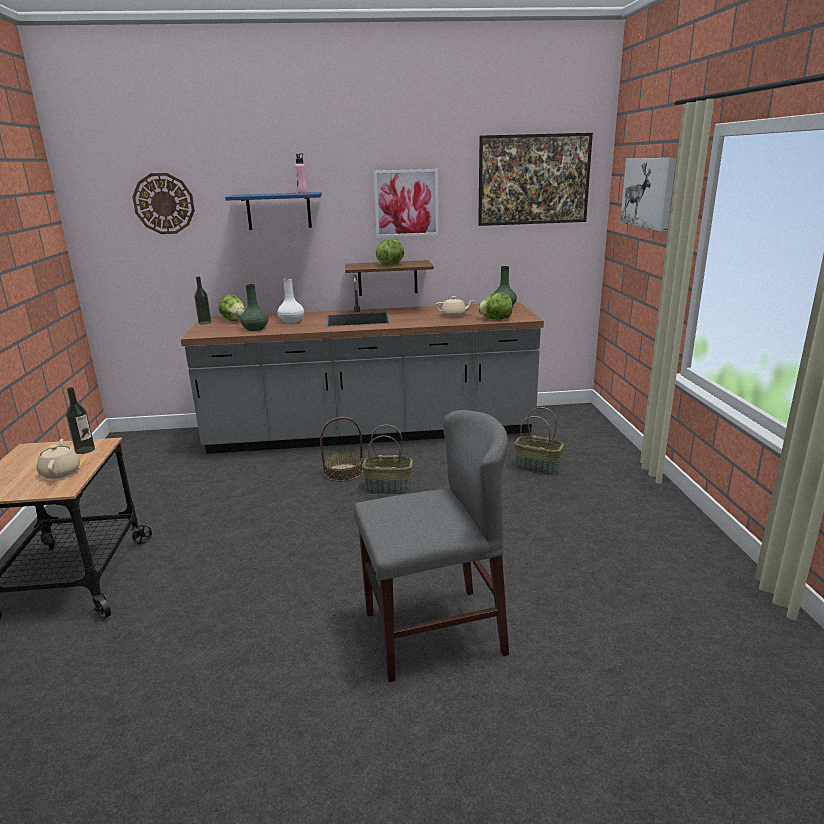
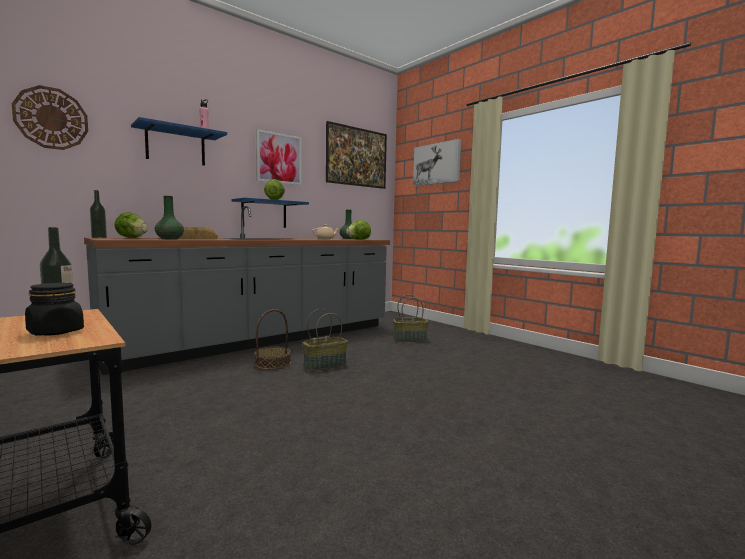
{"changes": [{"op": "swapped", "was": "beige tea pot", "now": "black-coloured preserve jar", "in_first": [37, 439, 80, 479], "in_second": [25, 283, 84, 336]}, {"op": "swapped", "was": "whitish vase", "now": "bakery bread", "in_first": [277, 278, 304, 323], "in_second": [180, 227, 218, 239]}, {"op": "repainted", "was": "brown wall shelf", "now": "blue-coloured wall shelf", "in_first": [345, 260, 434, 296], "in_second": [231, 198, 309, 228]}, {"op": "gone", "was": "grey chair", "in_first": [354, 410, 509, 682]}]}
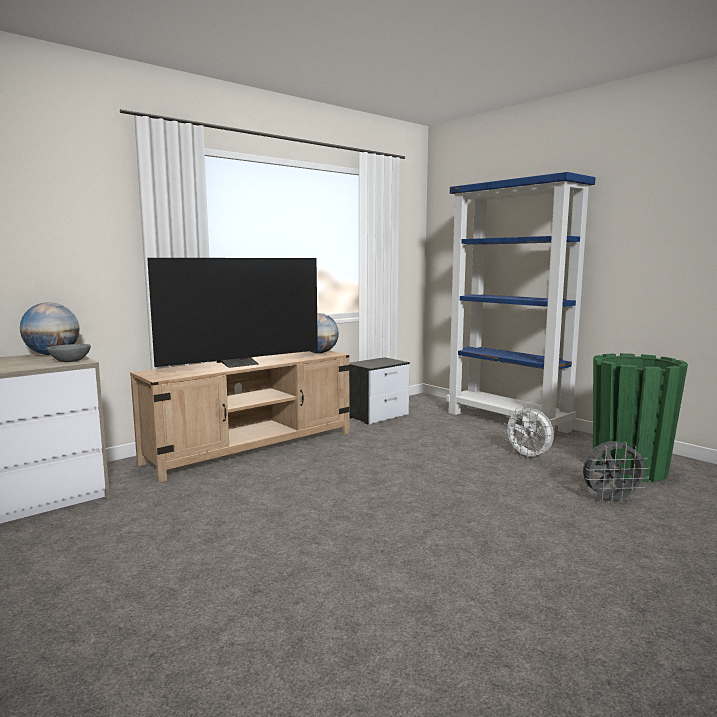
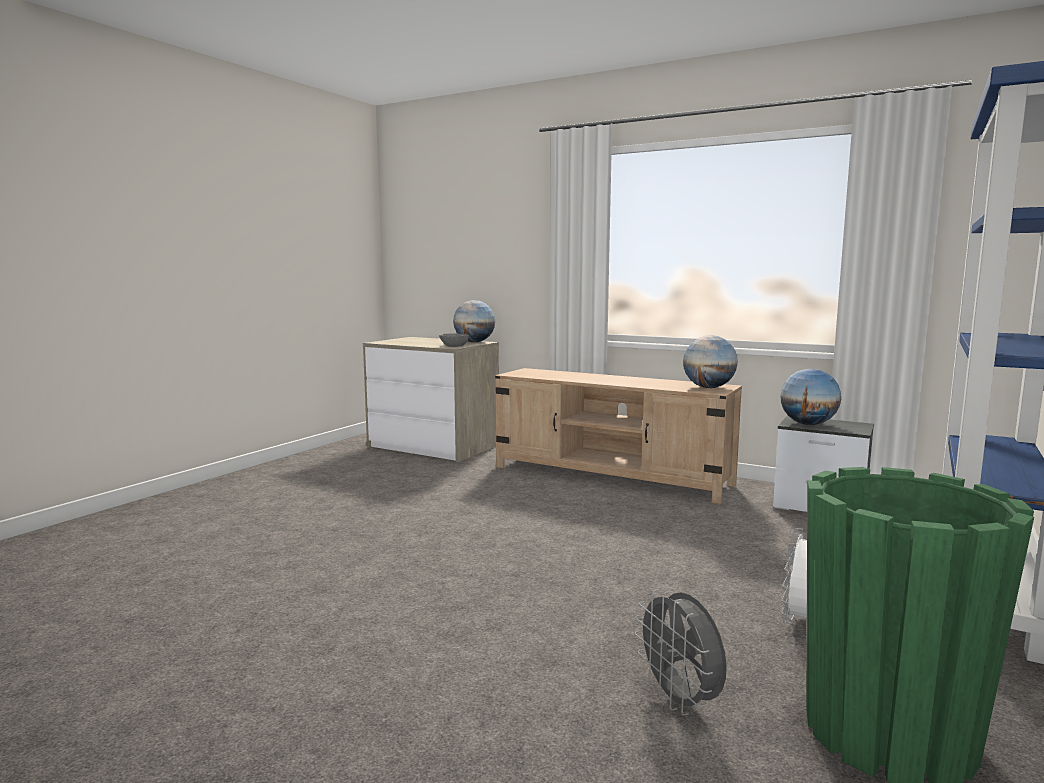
{"changes": [{"op": "new", "now": "desk globe", "in_second": [780, 369, 841, 425]}, {"op": "gone", "was": "TV set", "in_first": [147, 258, 318, 368]}]}
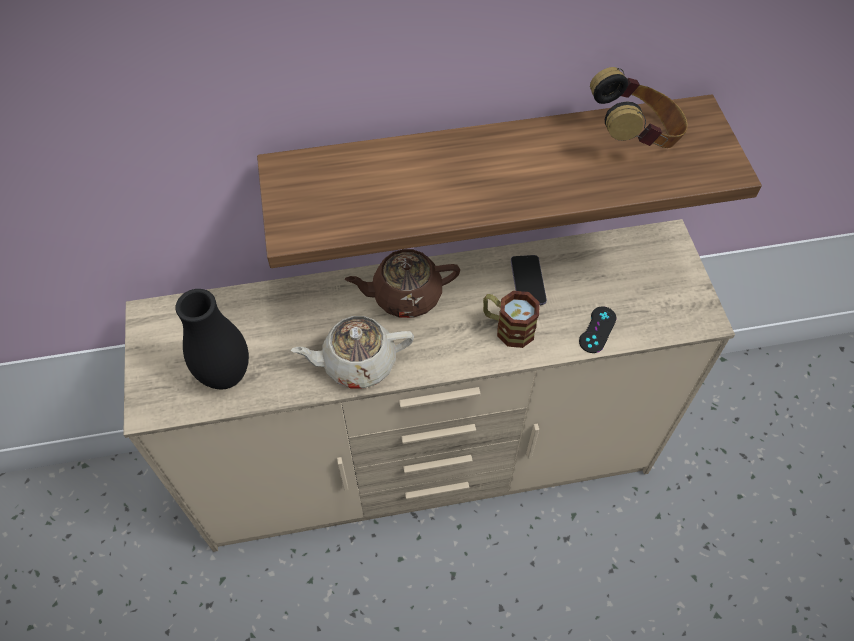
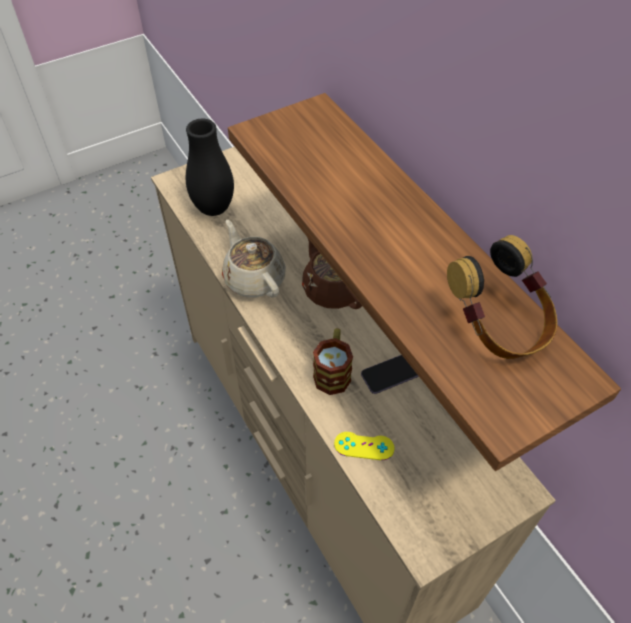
{"changes": [{"op": "repainted", "was": "black-coloured game controller", "now": "yellow-coloured game controller", "in_first": [579, 306, 617, 353], "in_second": [334, 432, 394, 460]}]}
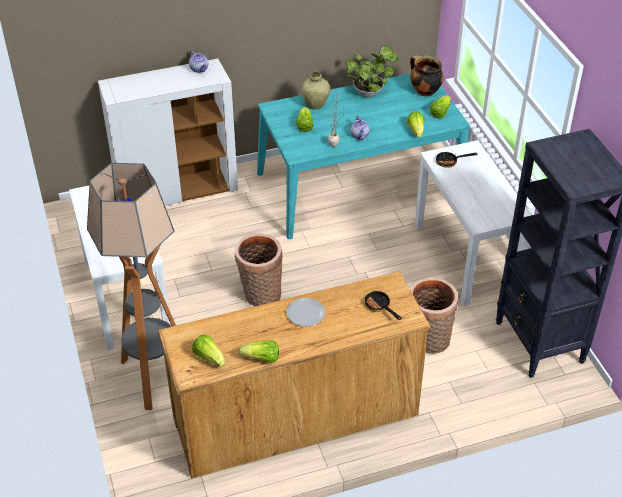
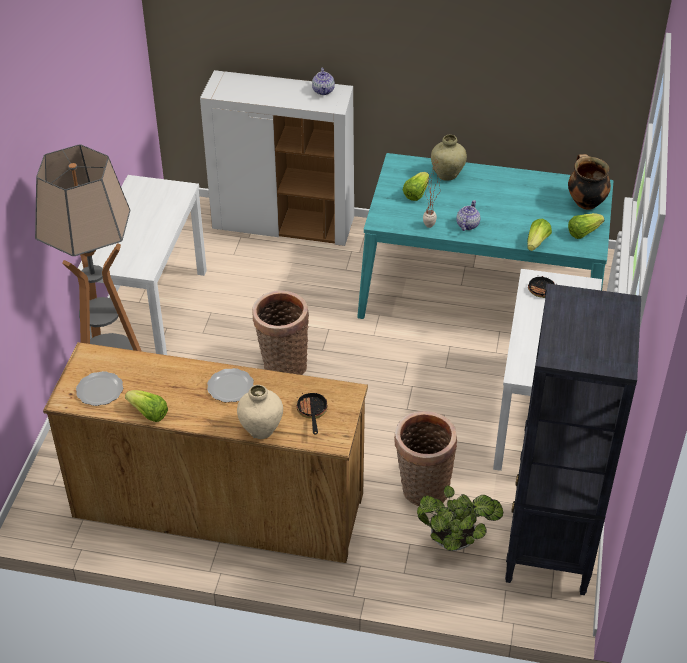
{"changes": [{"op": "swapped", "was": "head of lettuce", "now": "flat dish", "in_first": [192, 335, 225, 367], "in_second": [76, 371, 123, 406]}, {"op": "new", "now": "beige vase", "in_second": [237, 385, 283, 439]}, {"op": "shifted", "was": "potted plant", "in_first": [346, 46, 399, 97], "in_second": [417, 486, 503, 551]}]}
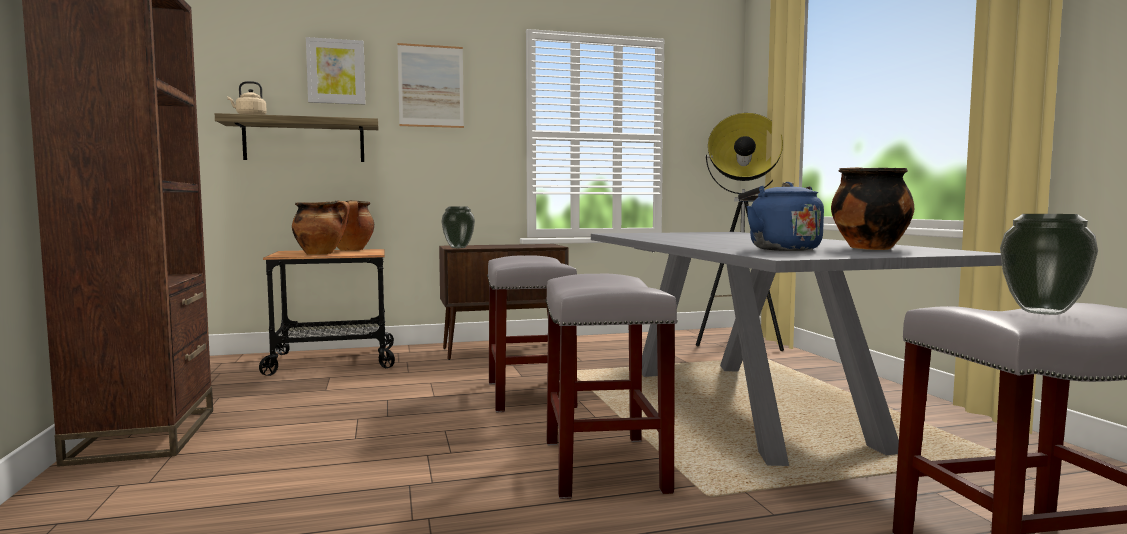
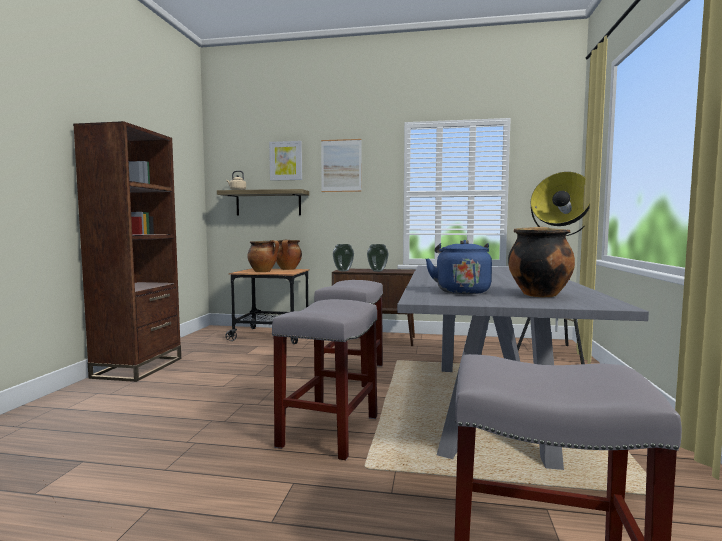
{"changes": [{"op": "shifted", "was": "vase", "in_first": [1000, 214, 1098, 315], "in_second": [367, 244, 388, 272]}]}
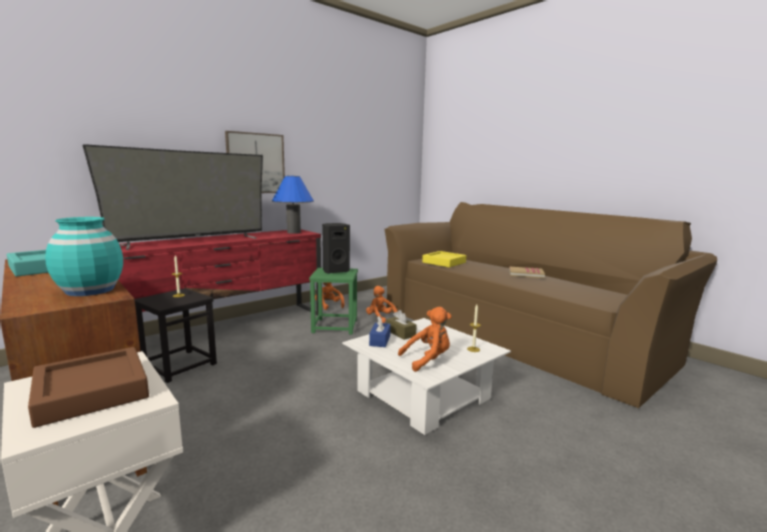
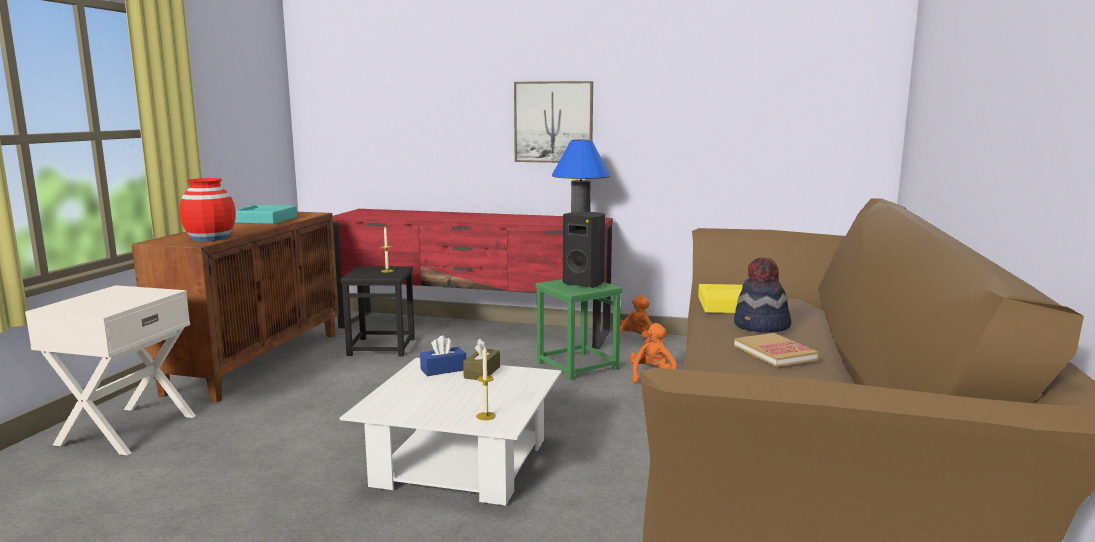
{"changes": [{"op": "repainted", "was": "turquoise vase", "now": "reddish vase", "in_first": [45, 217, 123, 296], "in_second": [179, 178, 236, 241]}, {"op": "new", "now": "clothing hat", "in_second": [734, 258, 791, 332]}, {"op": "gone", "was": "brown serving tray", "in_first": [28, 347, 149, 428]}, {"op": "gone", "was": "TV set", "in_first": [82, 144, 263, 250]}, {"op": "gone", "was": "orangey cuddly toy", "in_first": [398, 307, 452, 372]}]}
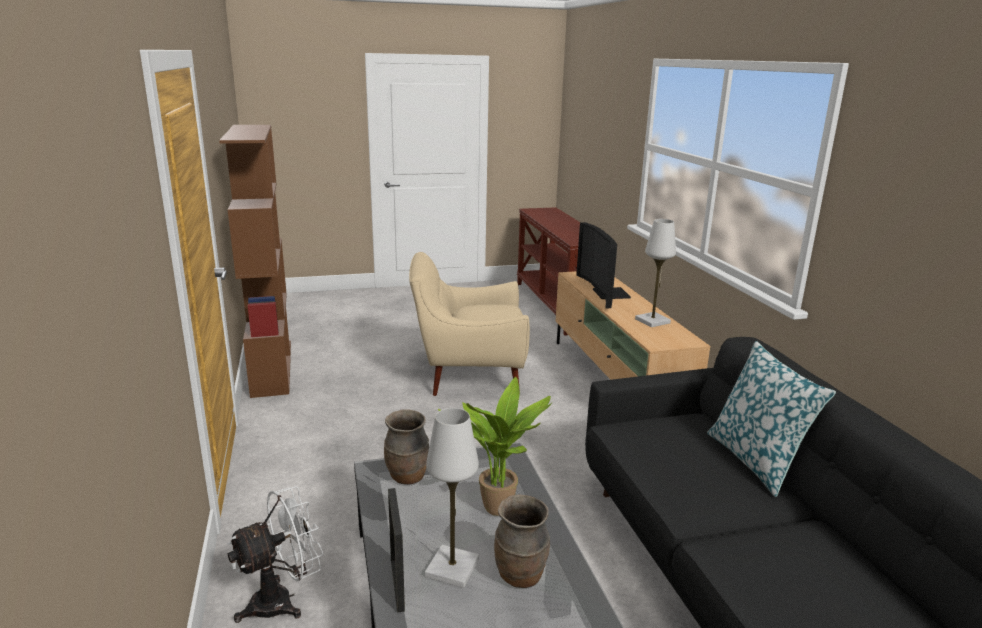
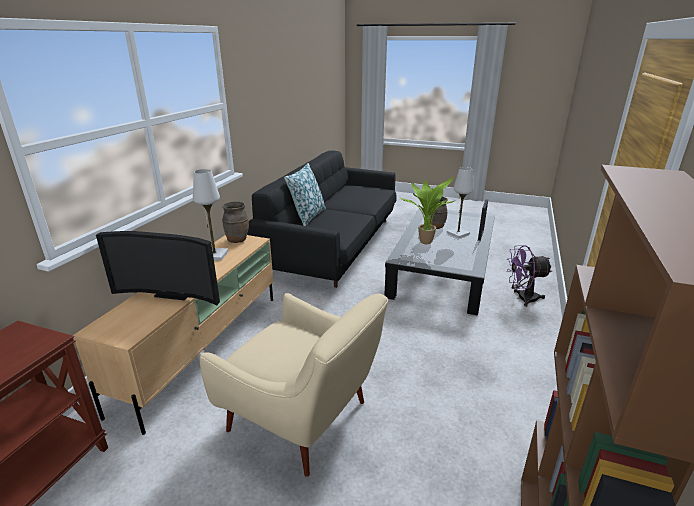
{"changes": [{"op": "rotated", "was": "TV set", "in_first": [576, 222, 631, 309], "in_second": [96, 231, 220, 305], "clockwise": 75}, {"op": "shifted", "was": "brown vase", "in_first": [384, 410, 429, 485], "in_second": [222, 201, 249, 243]}, {"op": "repainted", "was": "whitish fan", "now": "purple-coloured fan", "in_first": [228, 486, 323, 623], "in_second": [506, 245, 552, 307]}]}
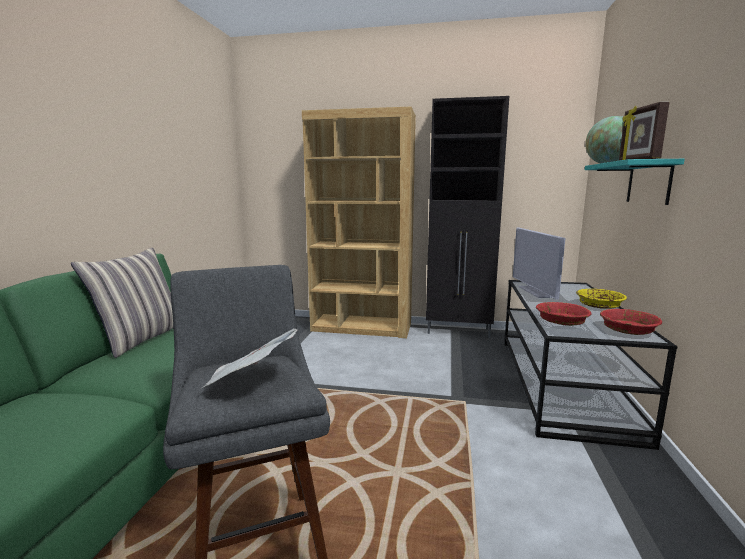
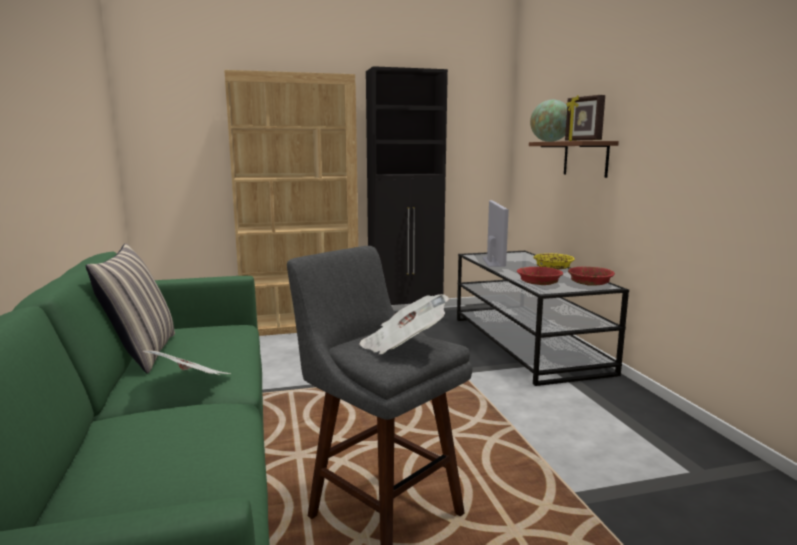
{"changes": [{"op": "new", "now": "daily paper", "in_second": [143, 350, 231, 375]}, {"op": "rotated", "was": "TV set", "in_first": [513, 228, 565, 299], "in_second": [482, 200, 509, 267], "clockwise": -150}, {"op": "repainted", "was": "turquoise wall shelf", "now": "brown wall shelf", "in_first": [585, 159, 685, 205], "in_second": [529, 141, 619, 178]}]}
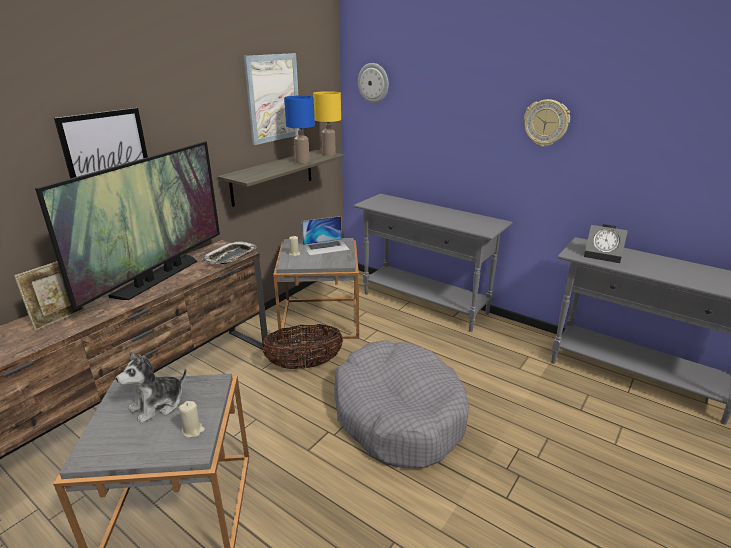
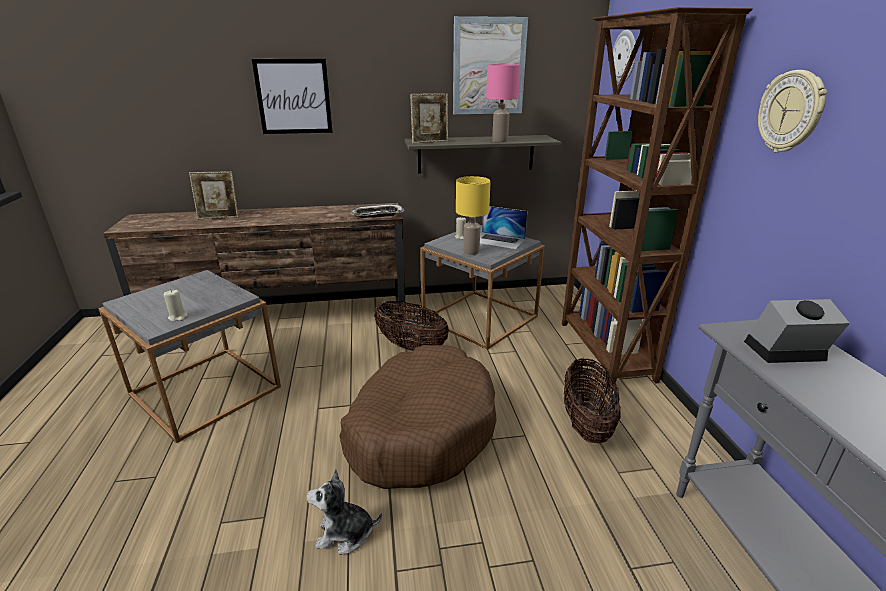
{"changes": [{"op": "shifted", "was": "cuddly toy", "in_first": [116, 352, 187, 424], "in_second": [307, 469, 382, 554]}, {"op": "repainted", "was": "grey pet bed", "now": "brown pet bed", "in_first": [334, 340, 469, 468], "in_second": [339, 345, 497, 489]}, {"op": "new", "now": "photo frame", "in_second": [410, 94, 448, 143]}, {"op": "shifted", "was": "yellow-coloured table lamp", "in_first": [313, 91, 341, 156], "in_second": [456, 176, 491, 255]}, {"op": "repainted", "was": "blue-coloured table lamp", "now": "pinkish table lamp", "in_first": [284, 96, 315, 164], "in_second": [486, 64, 521, 142]}, {"op": "swapped", "was": "grey console table", "now": "brown shelving unit", "in_first": [354, 194, 513, 332], "in_second": [562, 7, 753, 388]}, {"op": "new", "now": "storage basket", "in_second": [564, 358, 621, 444]}, {"op": "rotated", "was": "table clock", "in_first": [584, 224, 628, 263], "in_second": [744, 299, 850, 363], "clockwise": 105}, {"op": "gone", "was": "TV set", "in_first": [35, 142, 220, 310]}]}
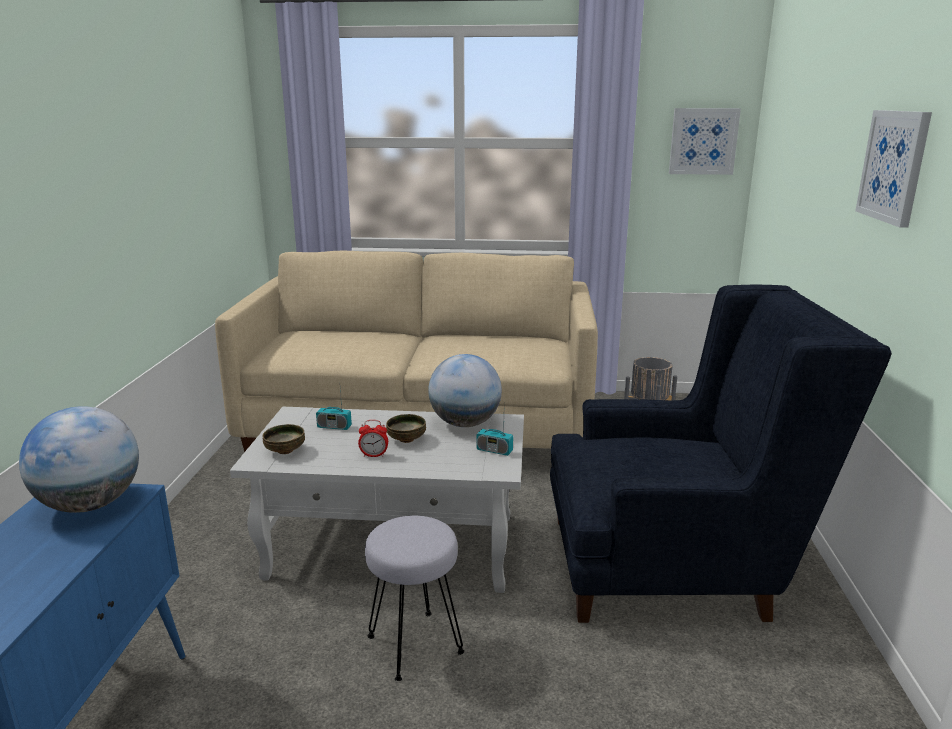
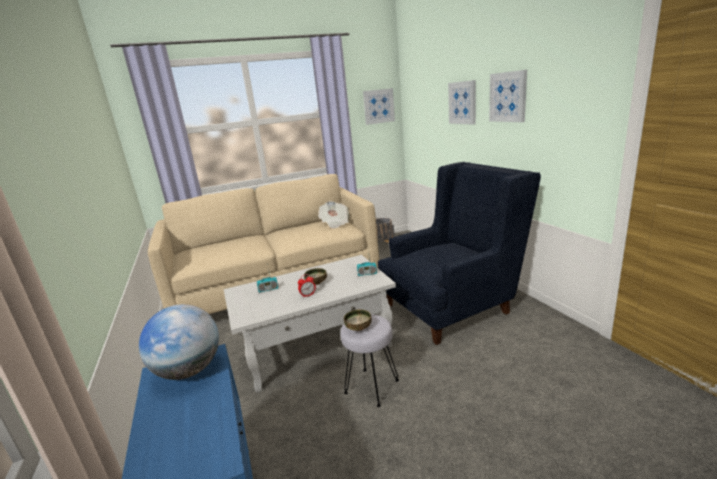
{"changes": [{"op": "new", "now": "daily paper", "in_second": [318, 201, 349, 229]}, {"op": "shifted", "was": "serving bowl", "in_first": [262, 424, 305, 454], "in_second": [344, 309, 372, 331]}, {"op": "new", "now": "picture", "in_second": [448, 80, 476, 125]}, {"op": "gone", "was": "desk globe", "in_first": [428, 354, 502, 427]}]}
